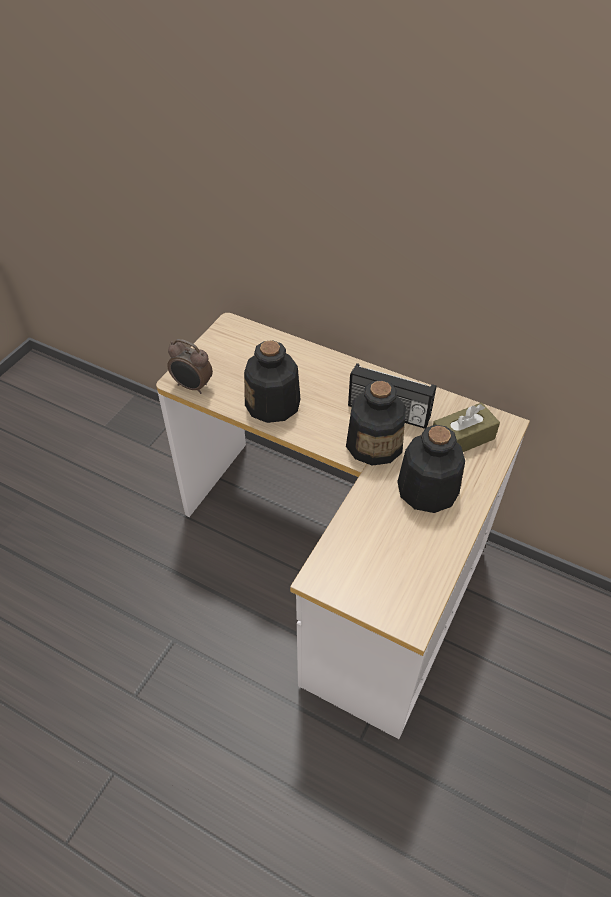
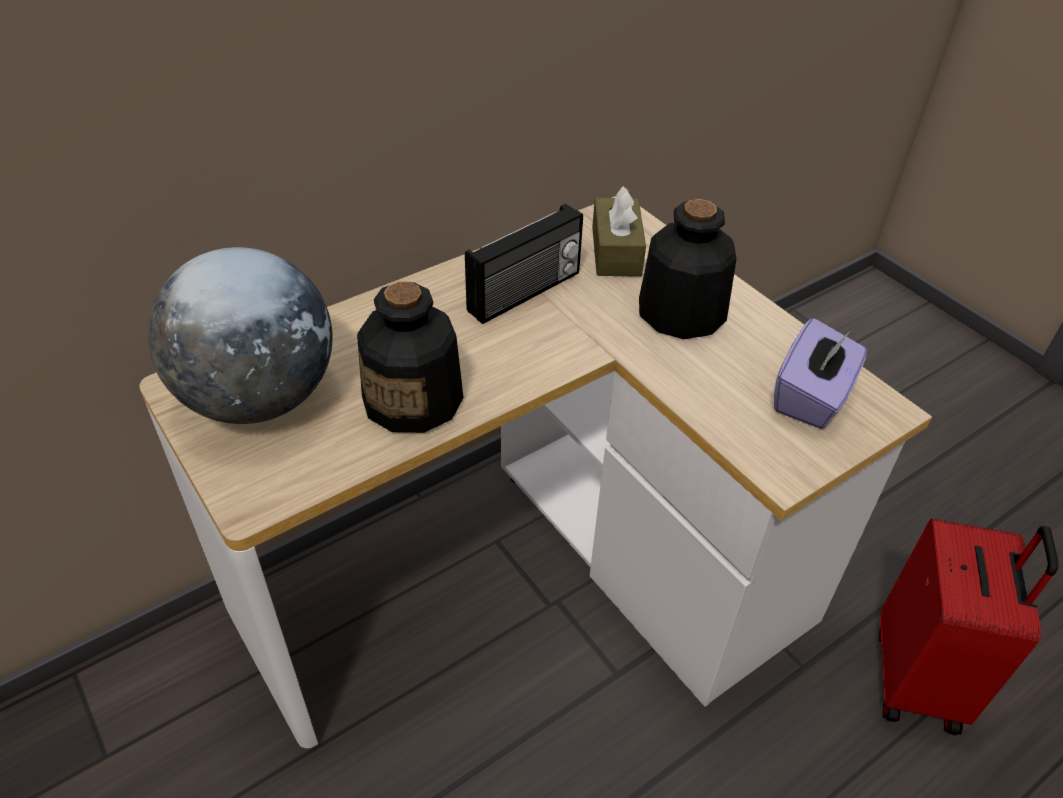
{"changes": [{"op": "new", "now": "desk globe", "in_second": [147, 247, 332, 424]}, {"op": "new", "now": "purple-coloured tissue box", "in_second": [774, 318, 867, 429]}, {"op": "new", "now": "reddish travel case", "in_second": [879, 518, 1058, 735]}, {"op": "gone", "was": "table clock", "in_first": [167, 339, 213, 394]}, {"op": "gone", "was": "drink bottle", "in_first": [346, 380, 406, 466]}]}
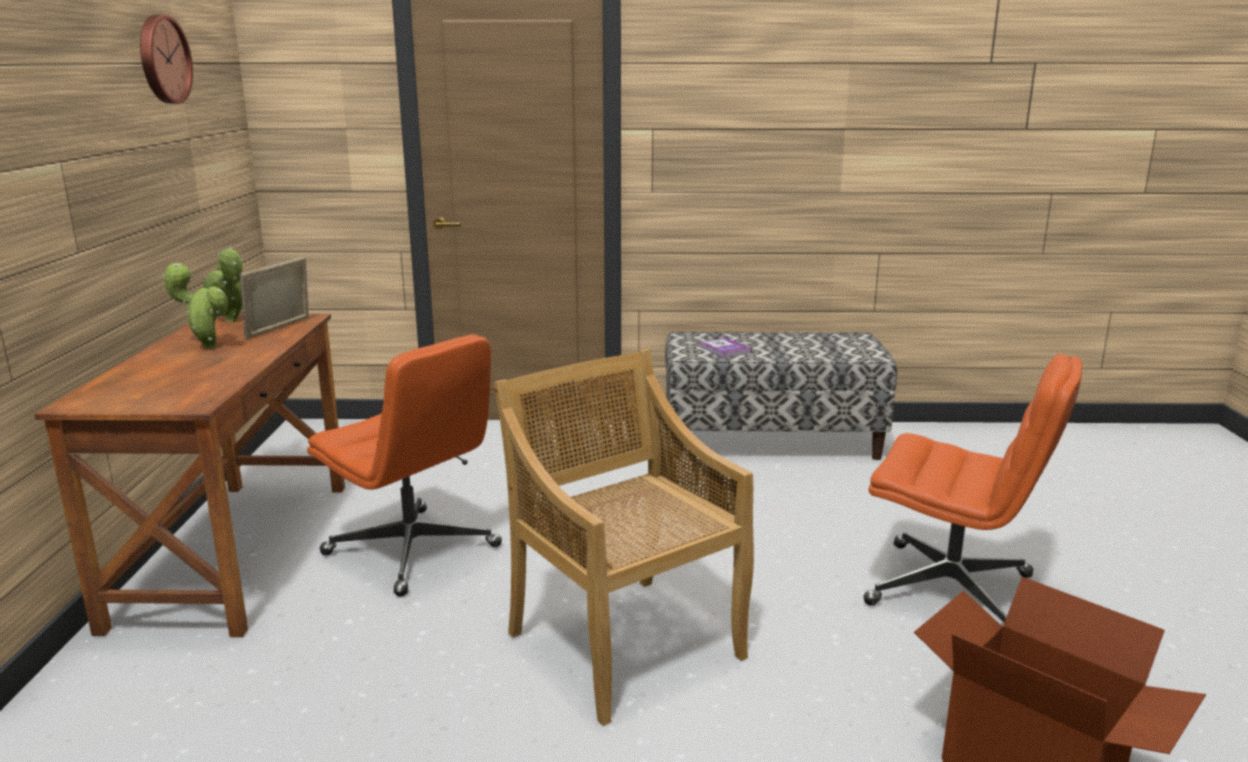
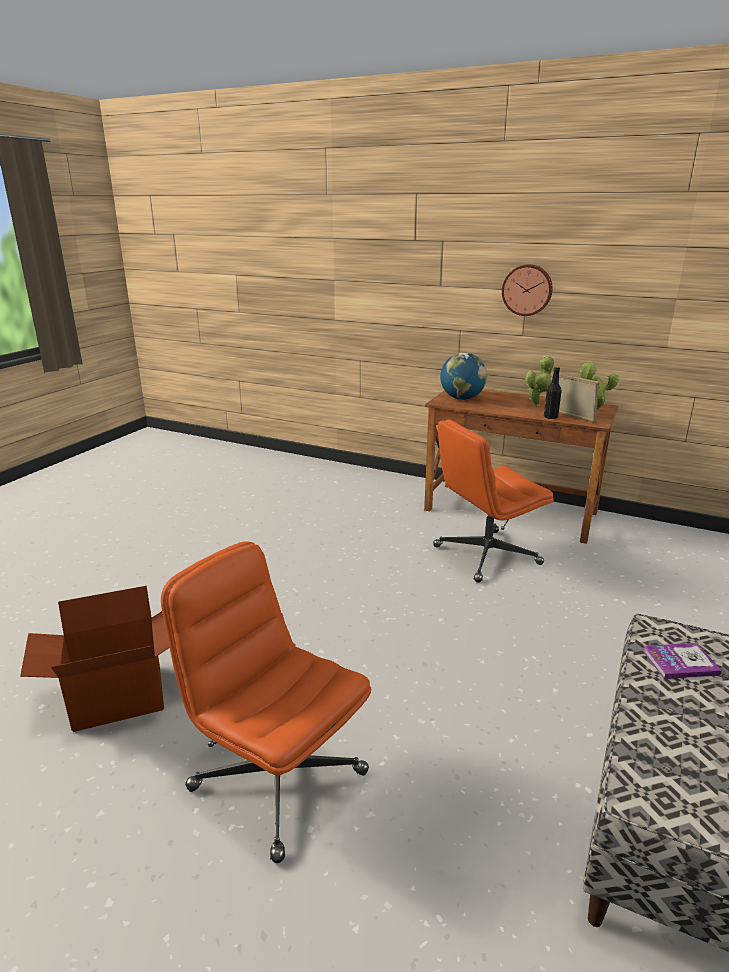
{"changes": [{"op": "rotated", "was": "orangey desk chair", "in_first": [863, 354, 1082, 627], "in_second": [161, 541, 371, 863], "clockwise": 75}, {"op": "new", "now": "desk globe", "in_second": [440, 353, 487, 400]}, {"op": "shifted", "was": "hanging clock", "in_first": [140, 14, 193, 104], "in_second": [502, 264, 553, 316]}, {"op": "new", "now": "black-coloured drink bottle", "in_second": [544, 367, 562, 419]}, {"op": "gone", "was": "beige chair", "in_first": [494, 349, 754, 726]}]}
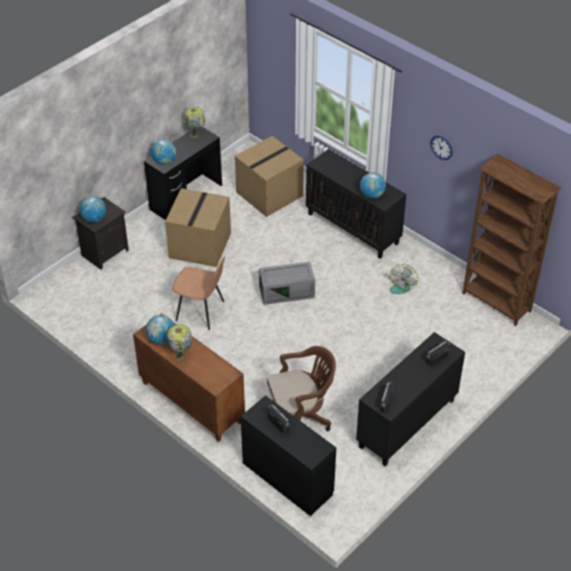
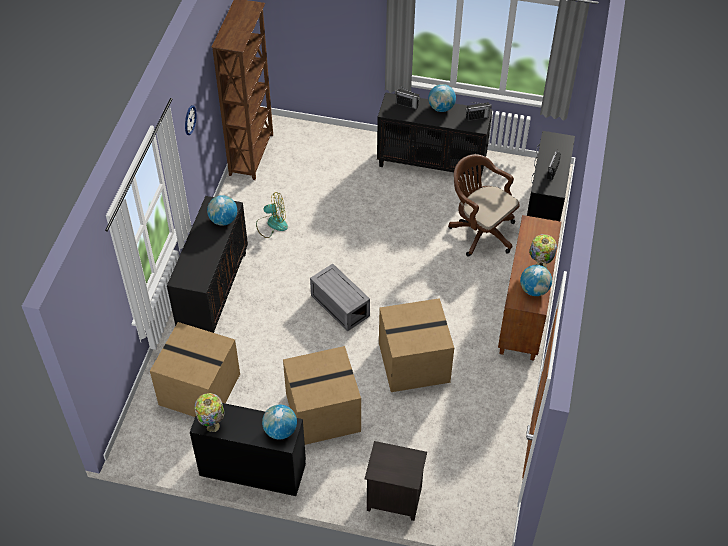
{"changes": [{"op": "swapped", "was": "brown chair", "now": "packing box", "in_first": [172, 256, 225, 330], "in_second": [379, 298, 454, 392]}, {"op": "shifted", "was": "desk globe", "in_first": [80, 196, 106, 222], "in_second": [428, 84, 456, 112]}]}
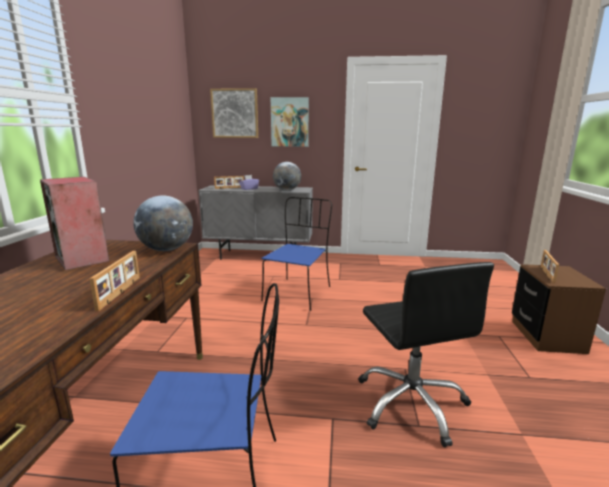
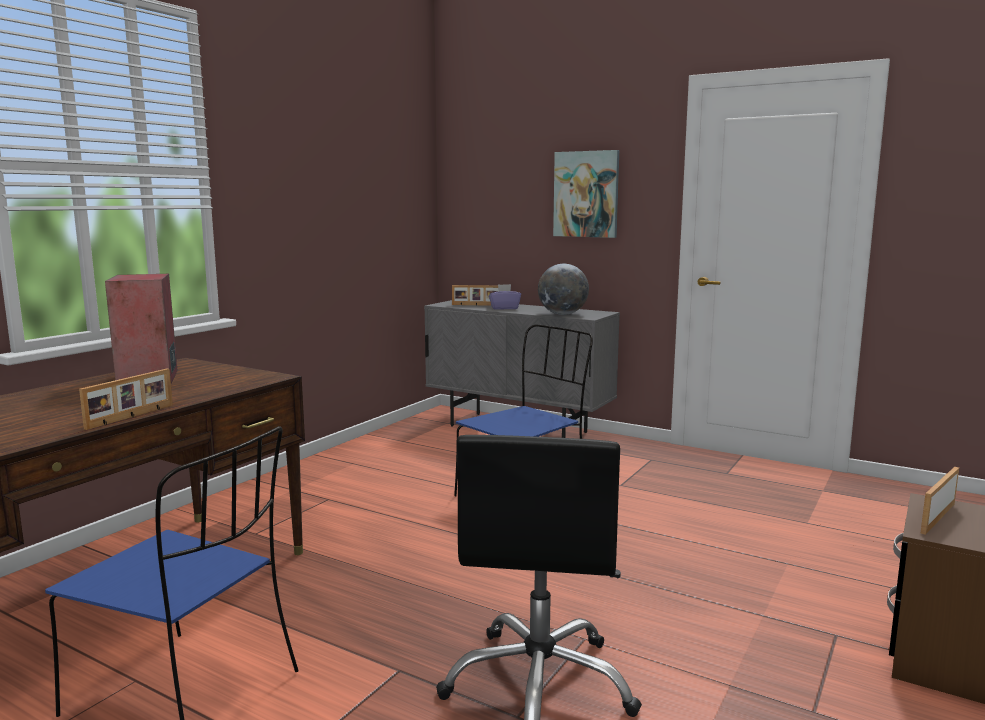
{"changes": [{"op": "gone", "was": "desk globe", "in_first": [133, 196, 193, 251]}, {"op": "gone", "was": "picture", "in_first": [210, 88, 258, 138]}]}
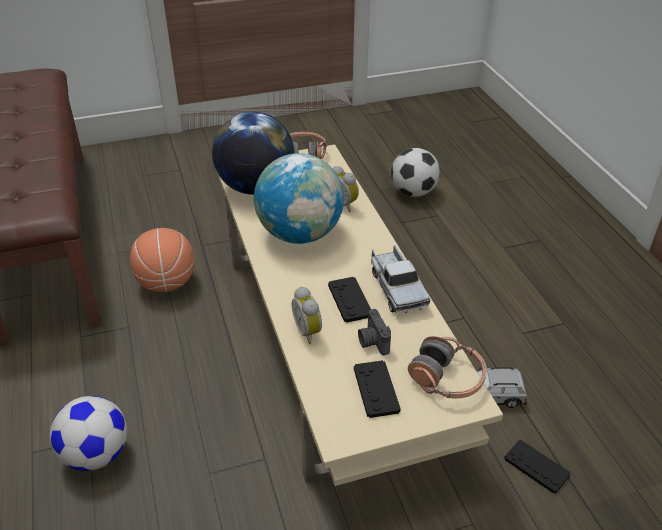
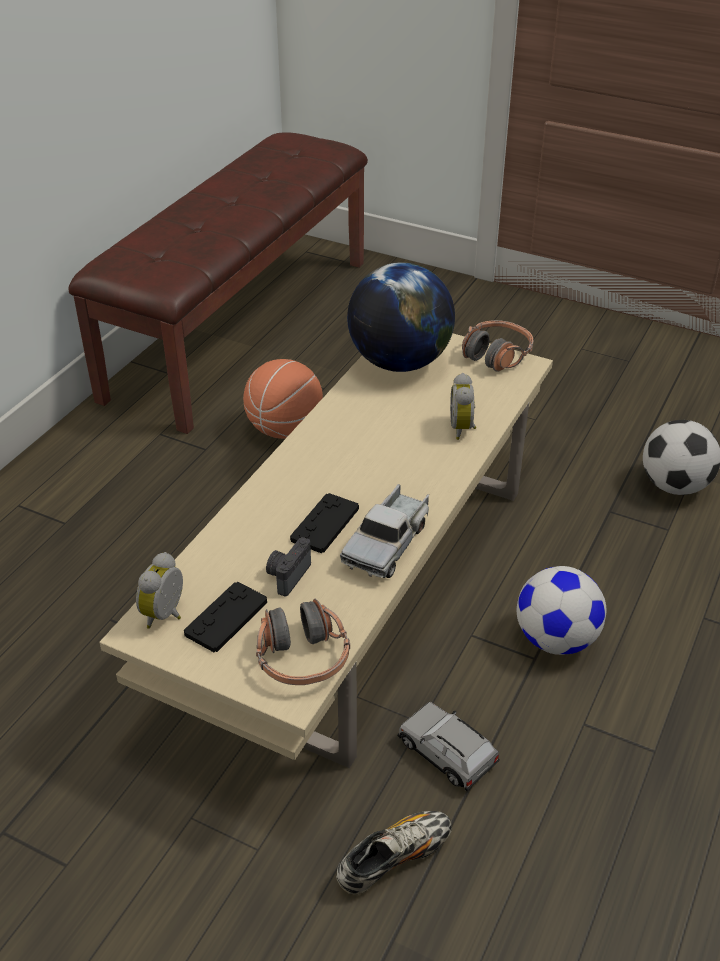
{"changes": [{"op": "shifted", "was": "table clock", "in_first": [292, 286, 322, 345], "in_second": [136, 552, 183, 629]}, {"op": "swapped", "was": "black-coloured game controller", "now": "low shoe", "in_first": [504, 440, 570, 493], "in_second": [336, 811, 452, 895]}, {"op": "shifted", "was": "football ball", "in_first": [50, 396, 127, 471], "in_second": [517, 566, 607, 655]}, {"op": "gone", "was": "desk globe", "in_first": [254, 153, 344, 244]}]}
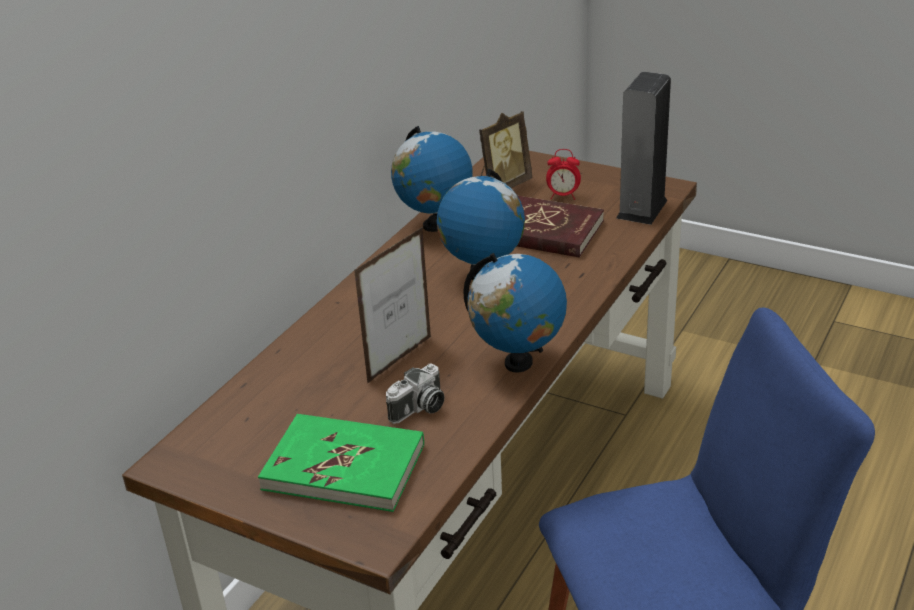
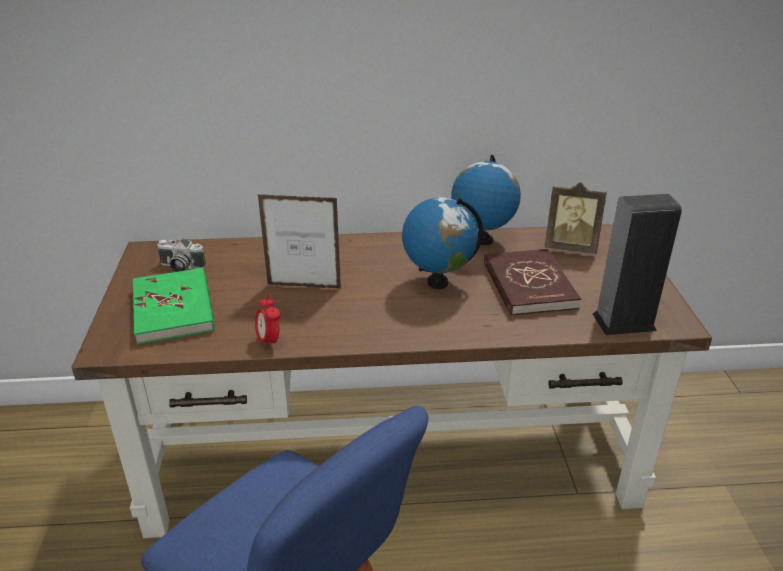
{"changes": [{"op": "shifted", "was": "photo camera", "in_first": [386, 364, 444, 424], "in_second": [157, 239, 206, 272]}, {"op": "shifted", "was": "table clock", "in_first": [546, 149, 581, 200], "in_second": [255, 295, 280, 350]}, {"op": "gone", "was": "desk globe", "in_first": [463, 253, 567, 373]}]}
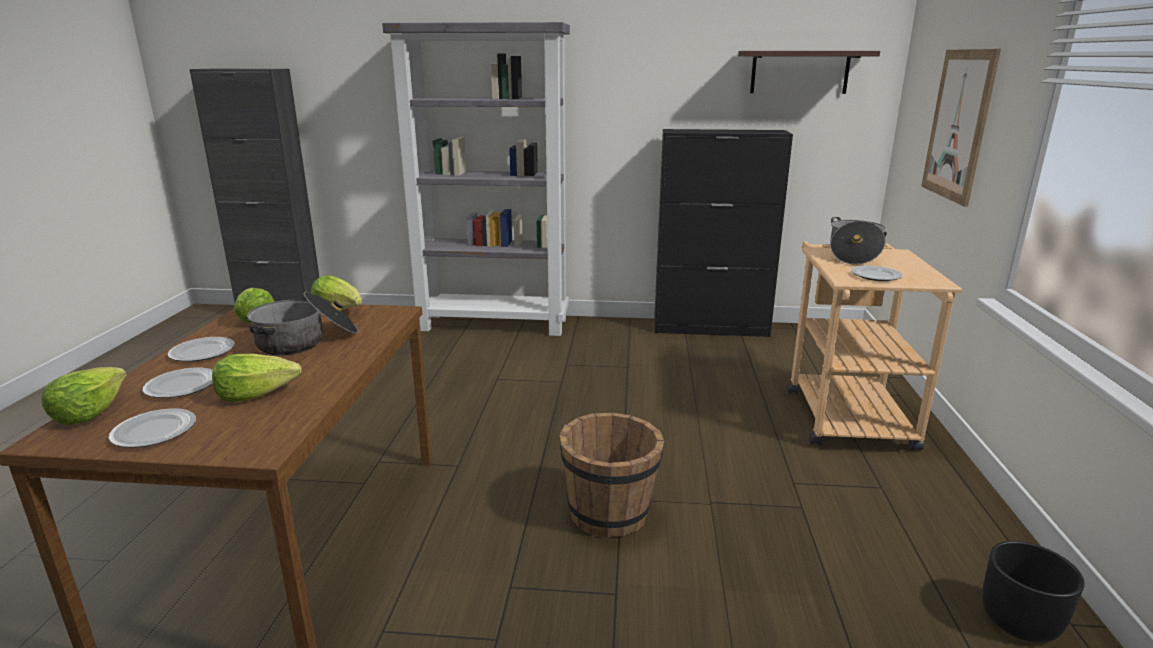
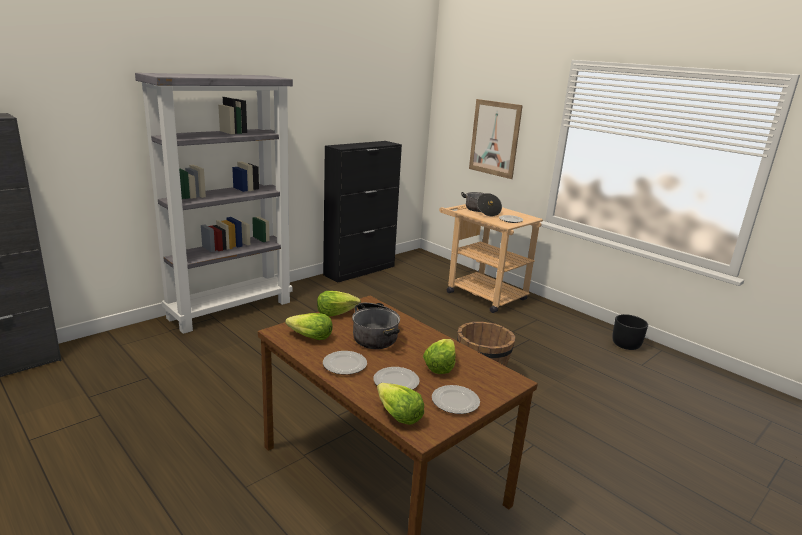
{"changes": [{"op": "gone", "was": "wall shelf", "in_first": [738, 51, 880, 94]}]}
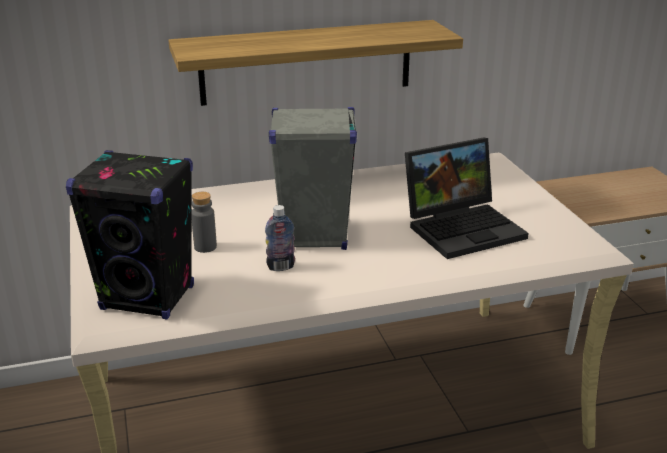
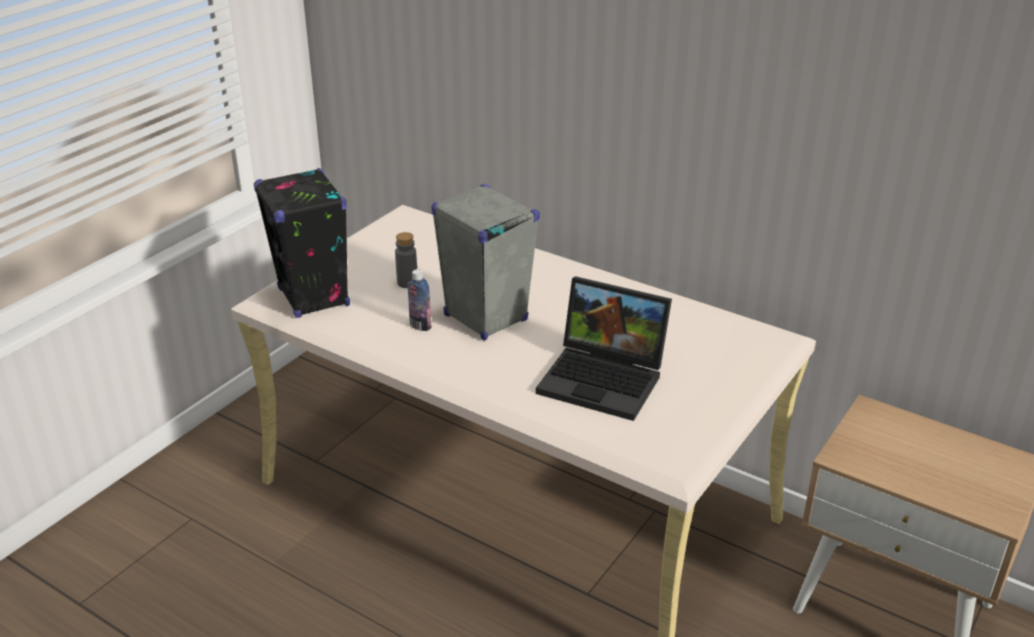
{"changes": [{"op": "gone", "was": "wall shelf", "in_first": [168, 20, 463, 106]}]}
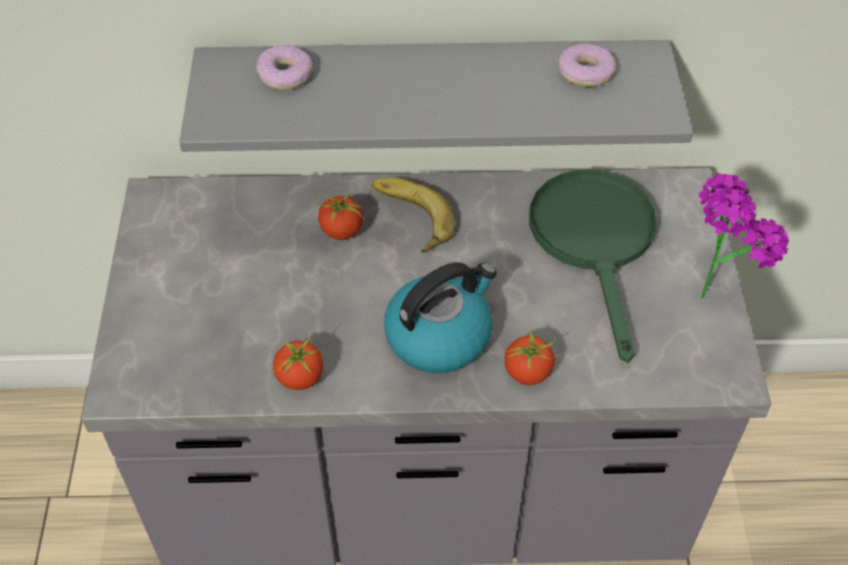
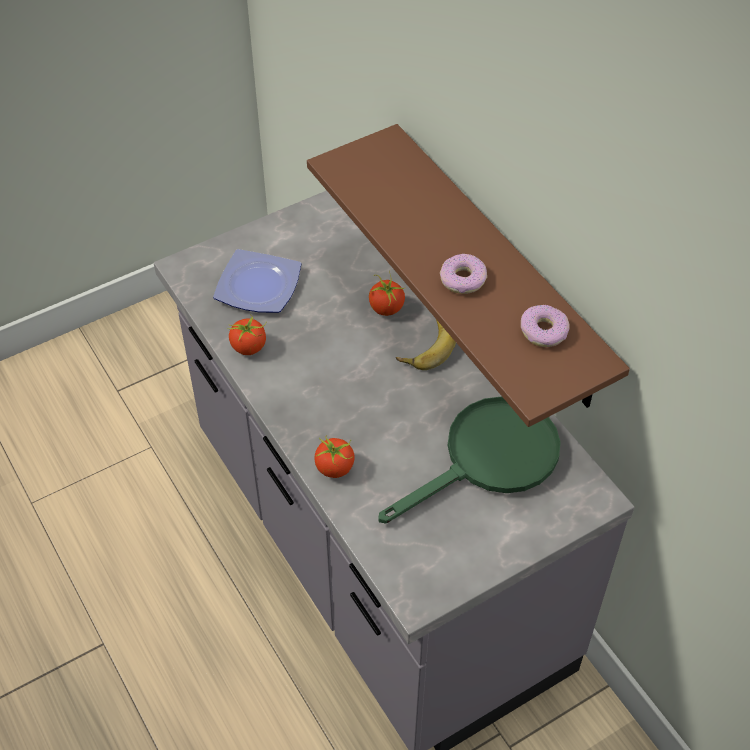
{"changes": [{"op": "new", "now": "flat dish", "in_second": [213, 249, 301, 313]}, {"op": "repainted", "was": "grey wall shelf", "now": "brown wall shelf", "in_first": [179, 40, 693, 152], "in_second": [307, 124, 630, 427]}, {"op": "shifted", "was": "donut", "in_first": [256, 45, 313, 90], "in_second": [440, 254, 487, 294]}, {"op": "gone", "was": "kettle", "in_first": [384, 262, 497, 373]}, {"op": "gone", "was": "potted plant", "in_first": [699, 173, 789, 299]}]}
